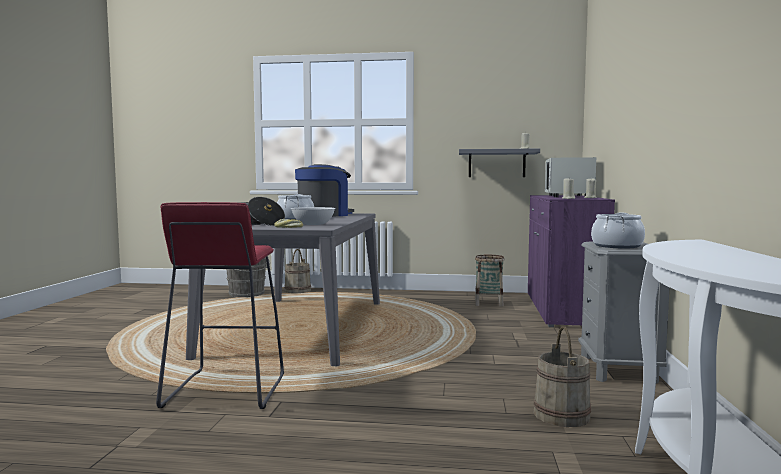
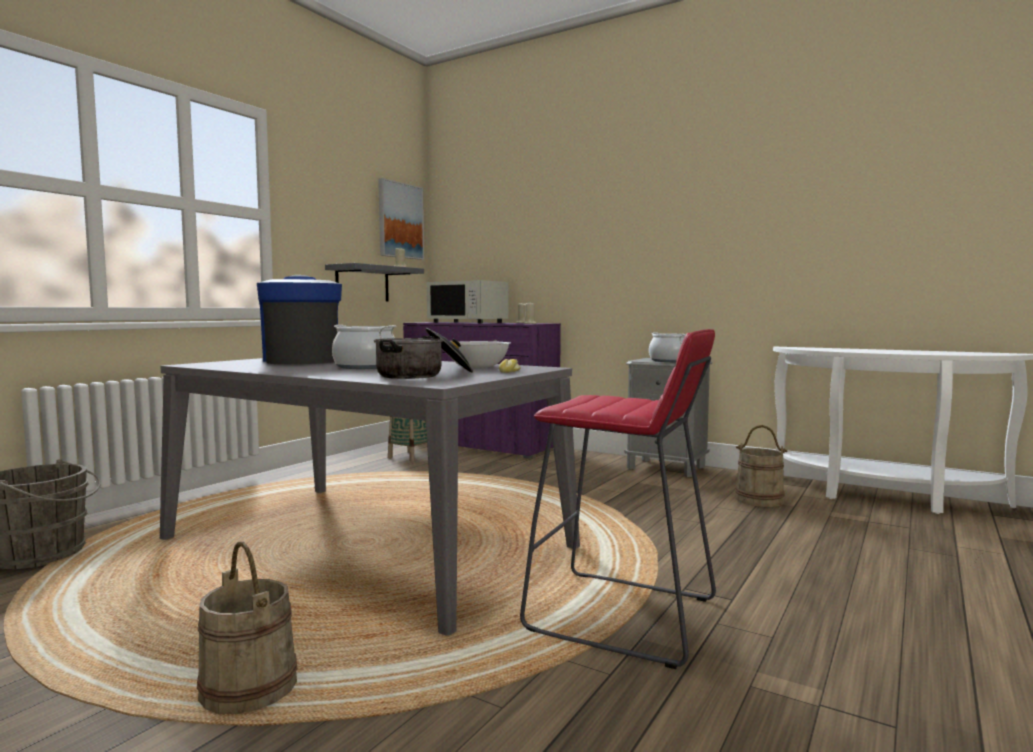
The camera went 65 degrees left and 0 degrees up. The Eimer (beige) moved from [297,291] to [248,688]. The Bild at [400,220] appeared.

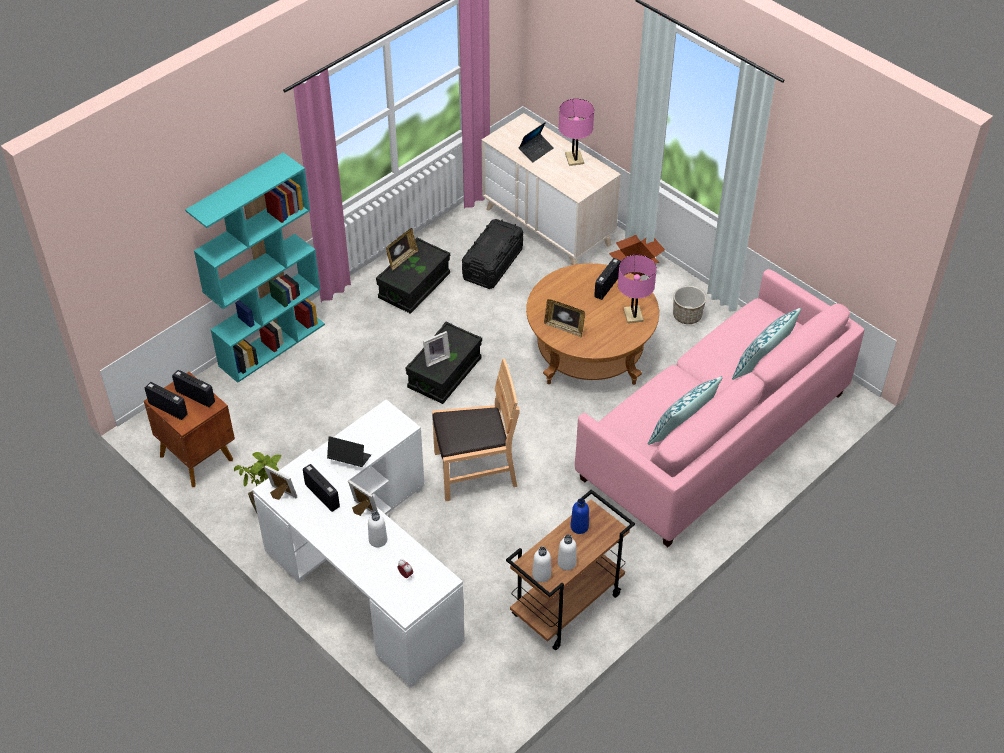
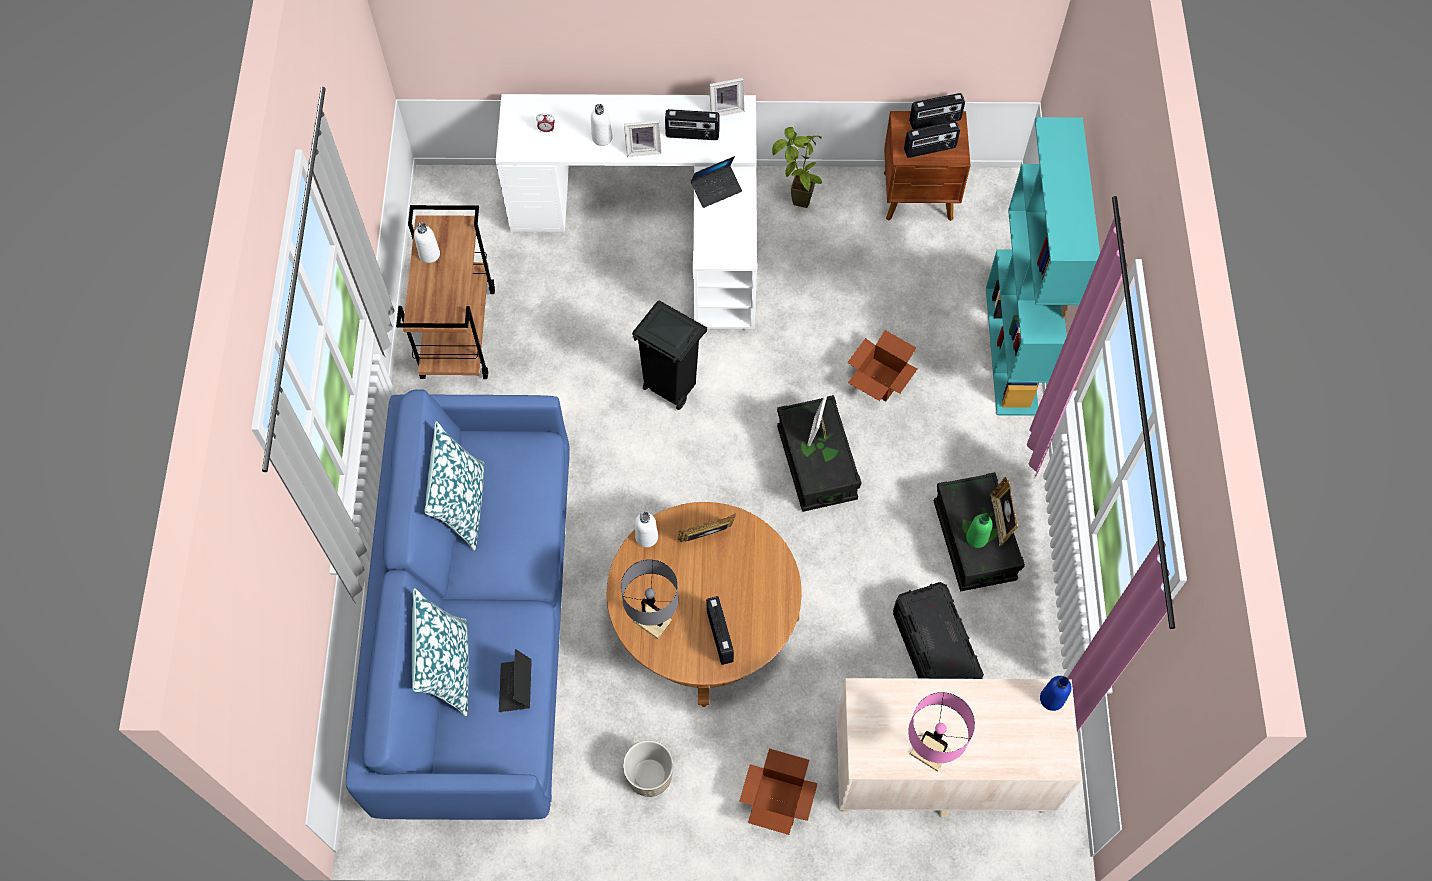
The camera went 135 degrees right and 15 degrees up. The Laptop moved from [536,151] to [516,687]. The Tischlampe (rosa) at [633,315] became the Tischlampe (grau) at [653,621]. The Sofa (rosa) at [714,436] became the Sofa (blau) at [477,627]. The Stuhl (braun) at [475,470] was replaced by the Mülleimer (schwarz) at [670,387]. The Flasche (blau) moved from [579,527] to [1052,699]. The Flasche (weiß) moved from [541,575] to [646,537]. The Karton at [878,380] appeared. The Flasche (grün) at [976,538] appeared.

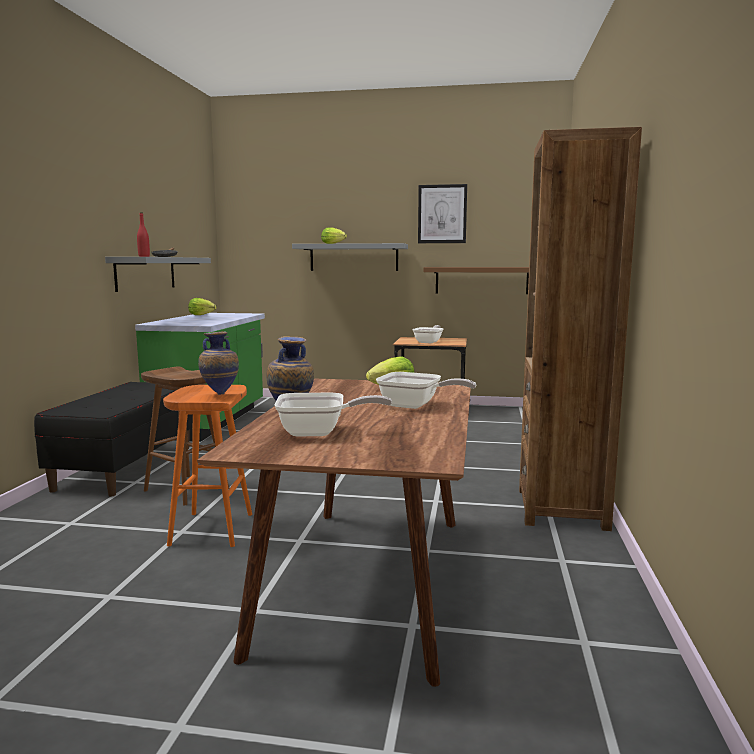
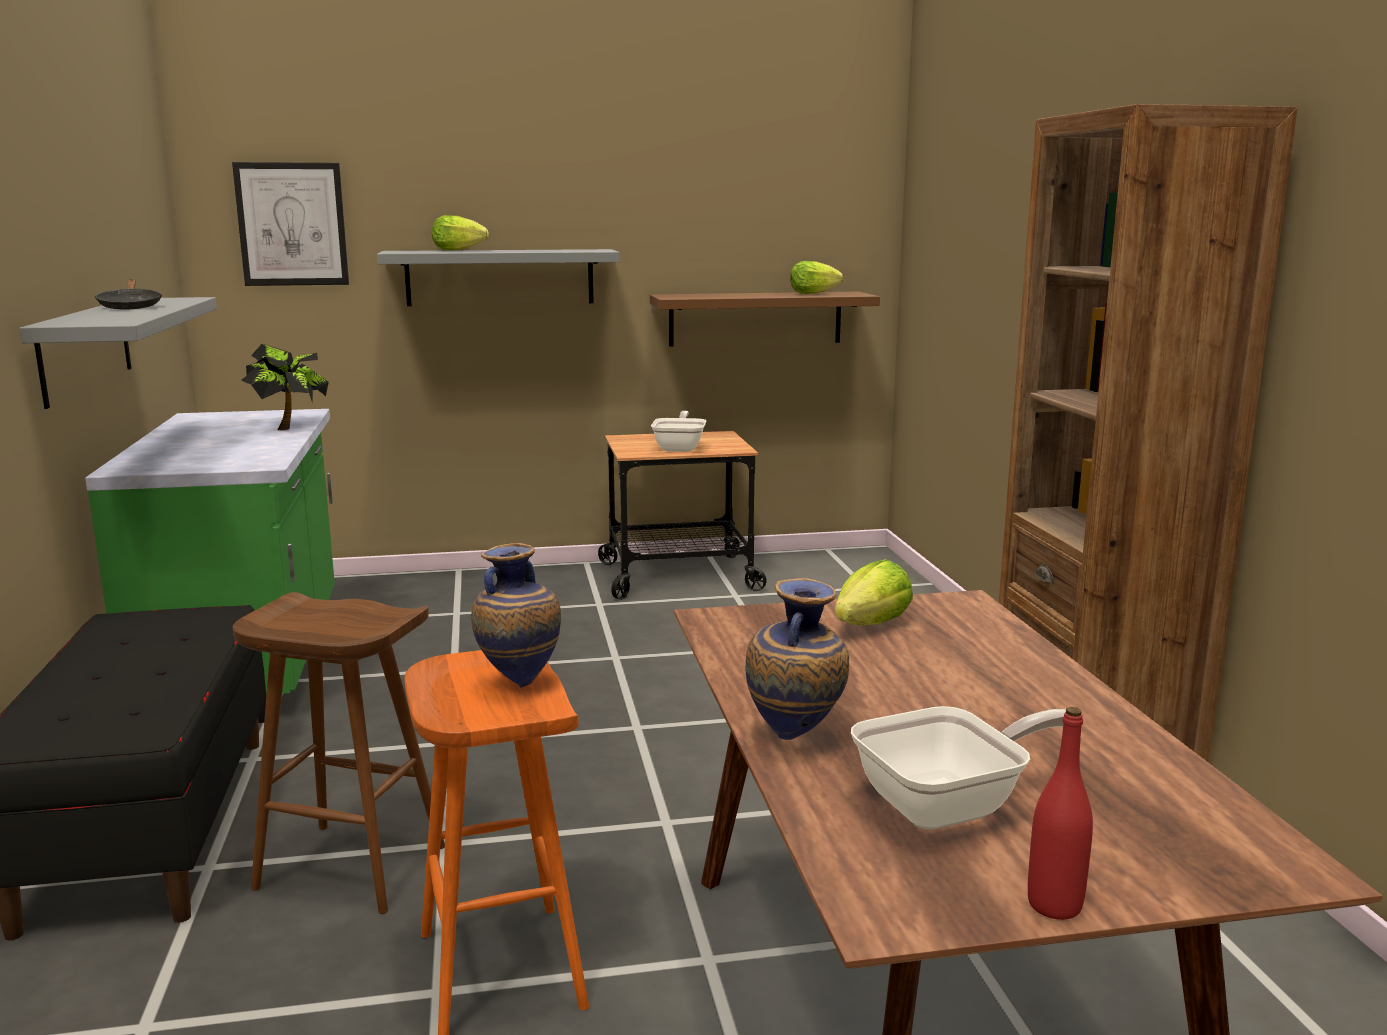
The camera went 20 degrees left and 5 degrees up. The Bild moved from [442,214] to [292,224]. The Flasche (rot) moved from [144,256] to [1054,905]. The Salatkopf moved from [201,315] to [812,293]. The Pfanne at [415,406] disappeared. The Topfpflanze at [289,427] appeared.

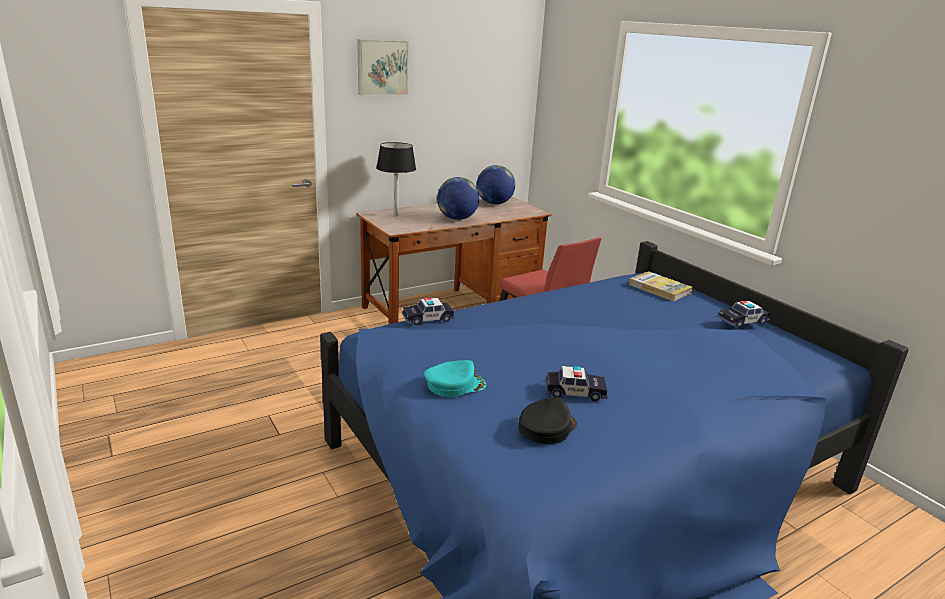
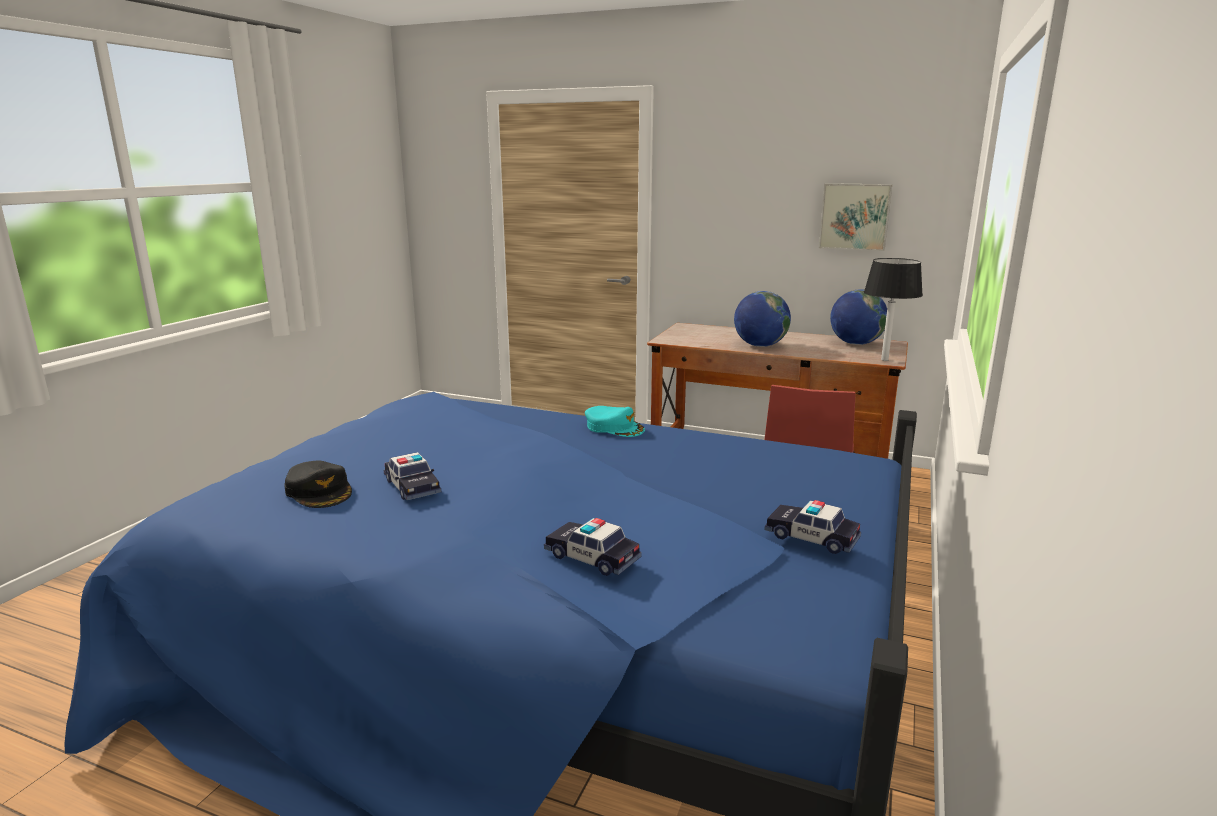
The camera went 55 degrees right and 5 degrees down. The Bild moved from [382,67] to [854,216]. The Tischlampe (schwarz) moved from [396,215] to [884,360]. The Buch at [659,289] disappeared. The Spielzeugauto moved from [428,318] to [592,557]. The Kappe (türkis) moved from [454,384] to [614,427]. The Kappe (schwarz) at [546,427] turned 45 degrees clockwise.

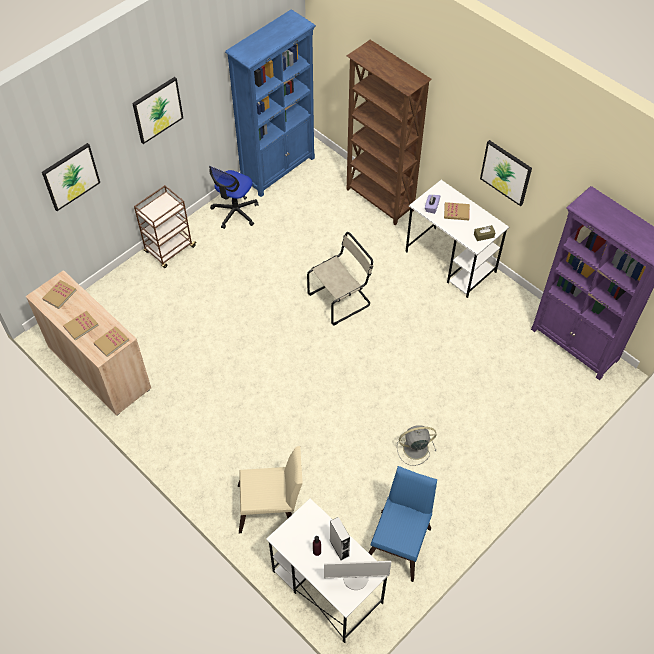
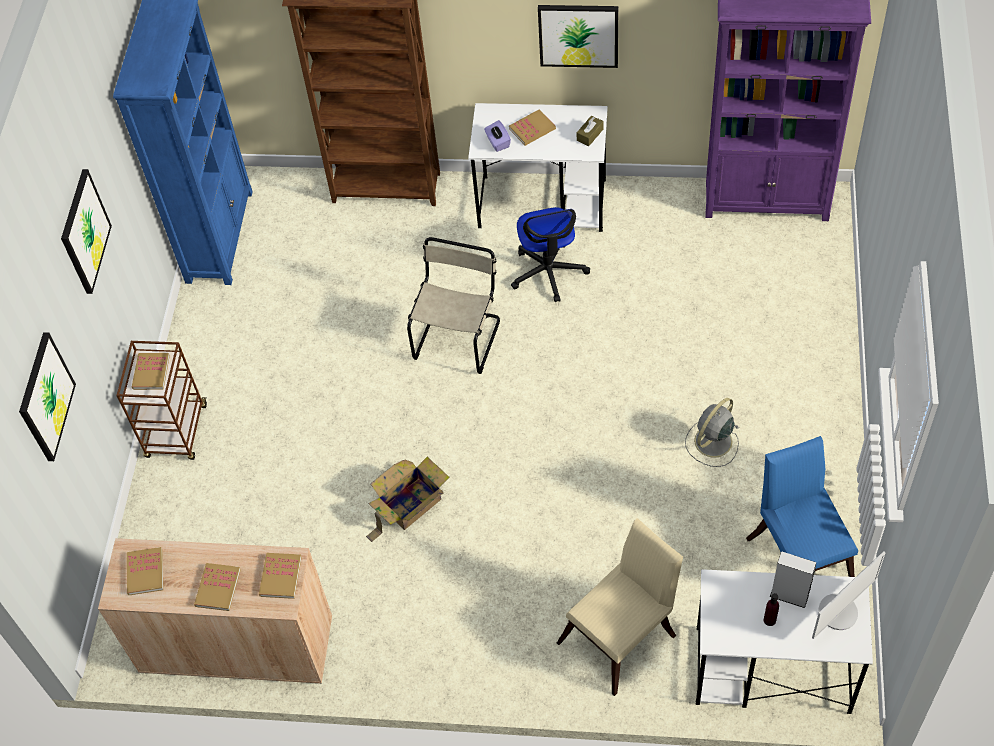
The camera went 35 degrees left and 0 degrees up. The Bürostuhl moved from [235,212] to [548,272]. The Buch at [151,372] appeared. The Karton at [409,505] appeared.

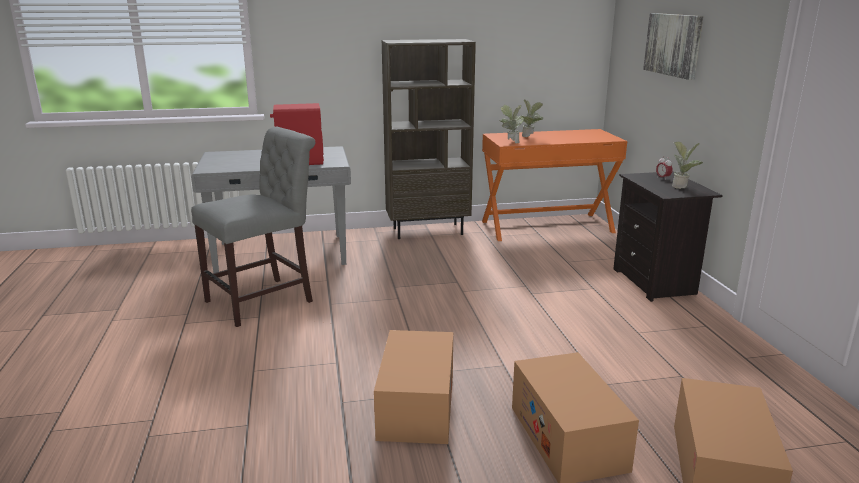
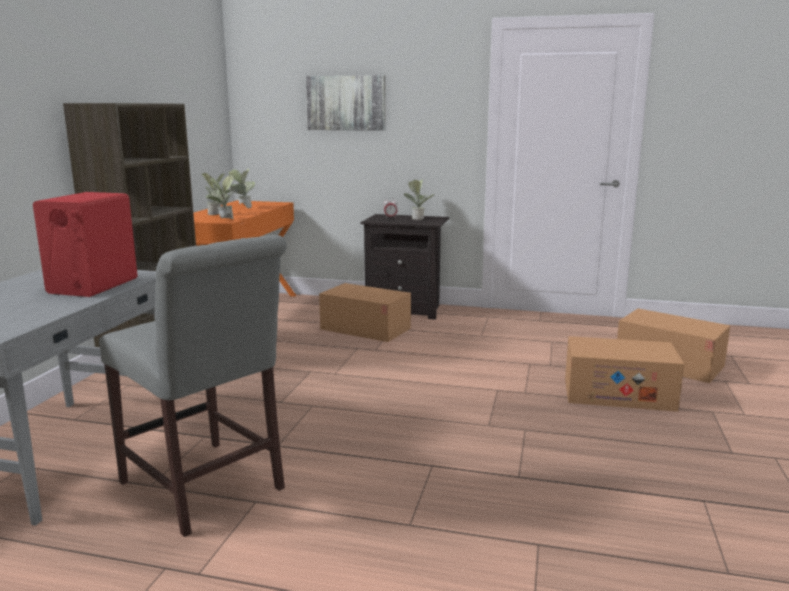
The camera went 65 degrees left and 5 degrees down. The Stuhl (grau) at [265,300] turned 150 degrees clockwise. The Karton moved from [416,406] to [365,328]. The Topfpflanze at [242,207] appeared.

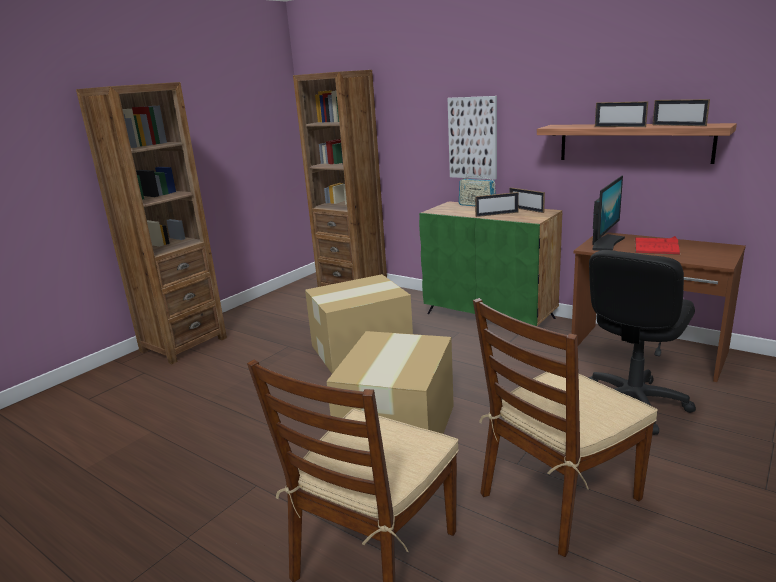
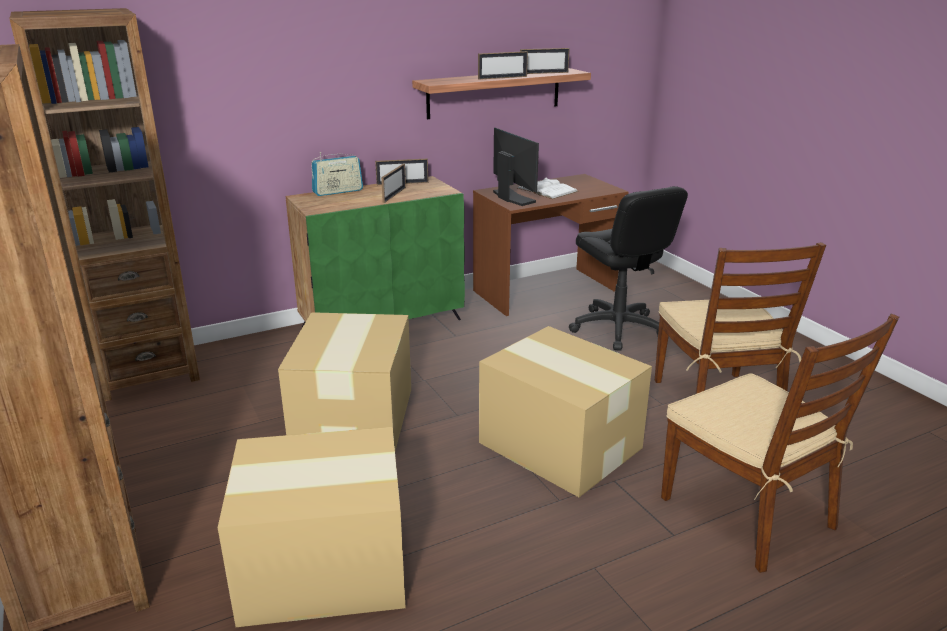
The camera went 65 degrees left and 5 degrees up. The Bild at [473,138] disappeared. The Buch (rot) at [656,246] became the Buch (weiß) at [547,190]. The Karton at [321,566] appeared.

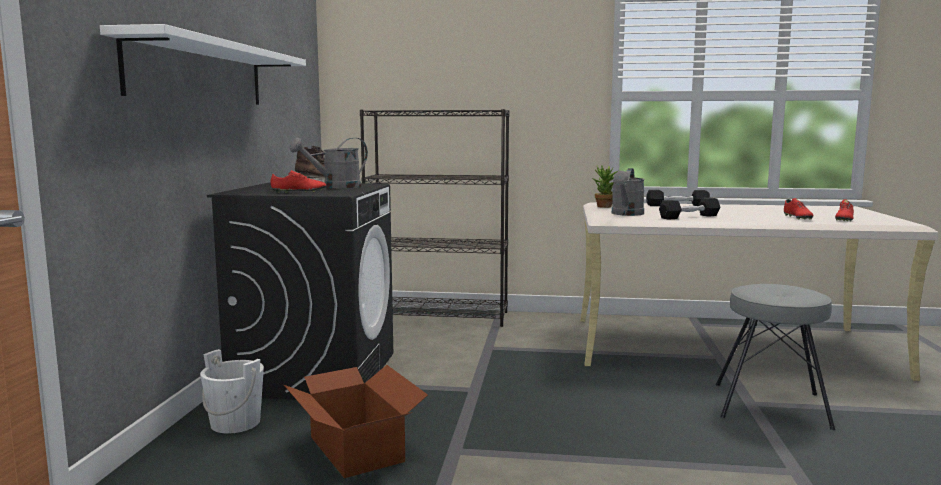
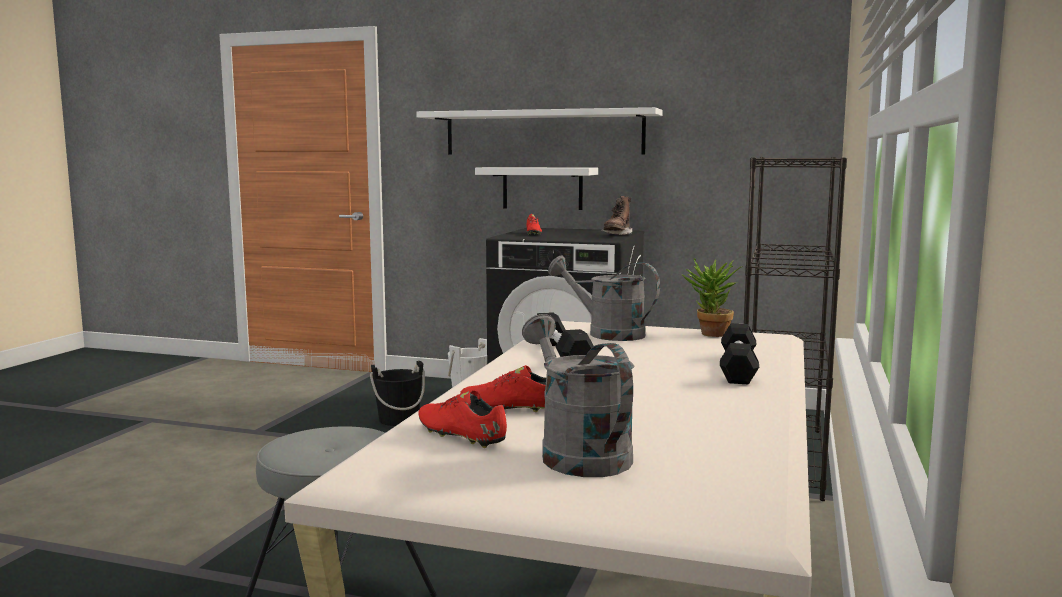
The camera went 100 degrees right and 0 degrees up. The Gießkanne (grau) moved from [335,187] to [577,453]. The Karton at [355,450] was replaced by the Eimer (schwarz) at [398,419]. The Wandregal (weiß) at [542,188] appeared.

